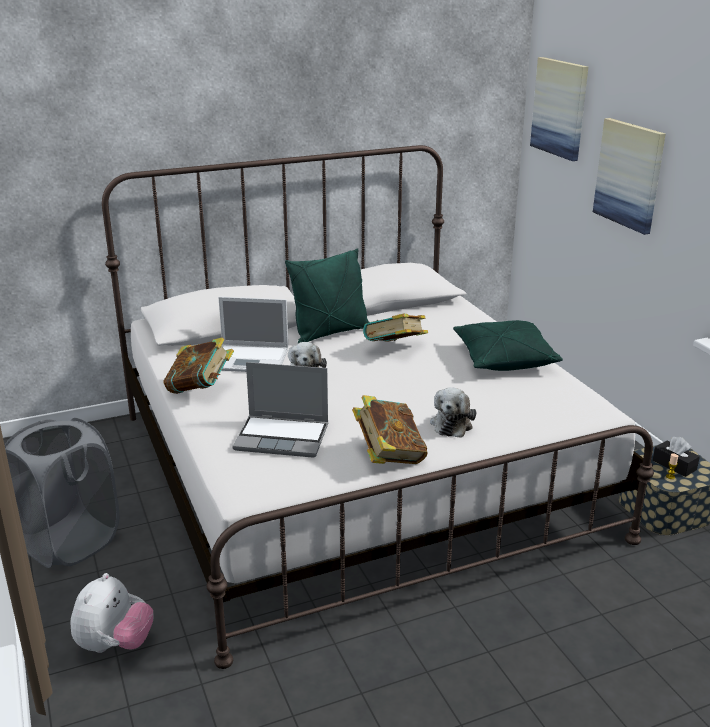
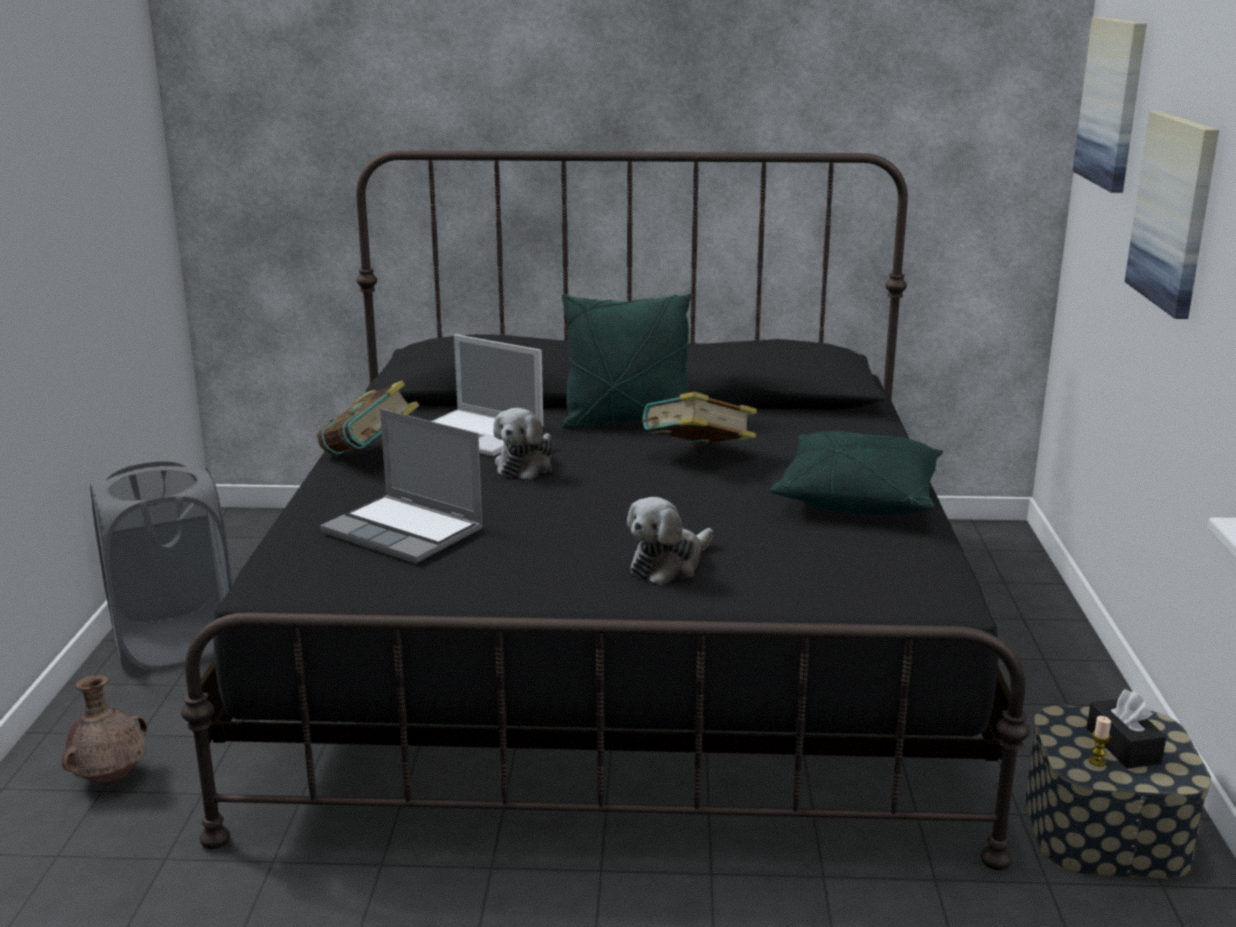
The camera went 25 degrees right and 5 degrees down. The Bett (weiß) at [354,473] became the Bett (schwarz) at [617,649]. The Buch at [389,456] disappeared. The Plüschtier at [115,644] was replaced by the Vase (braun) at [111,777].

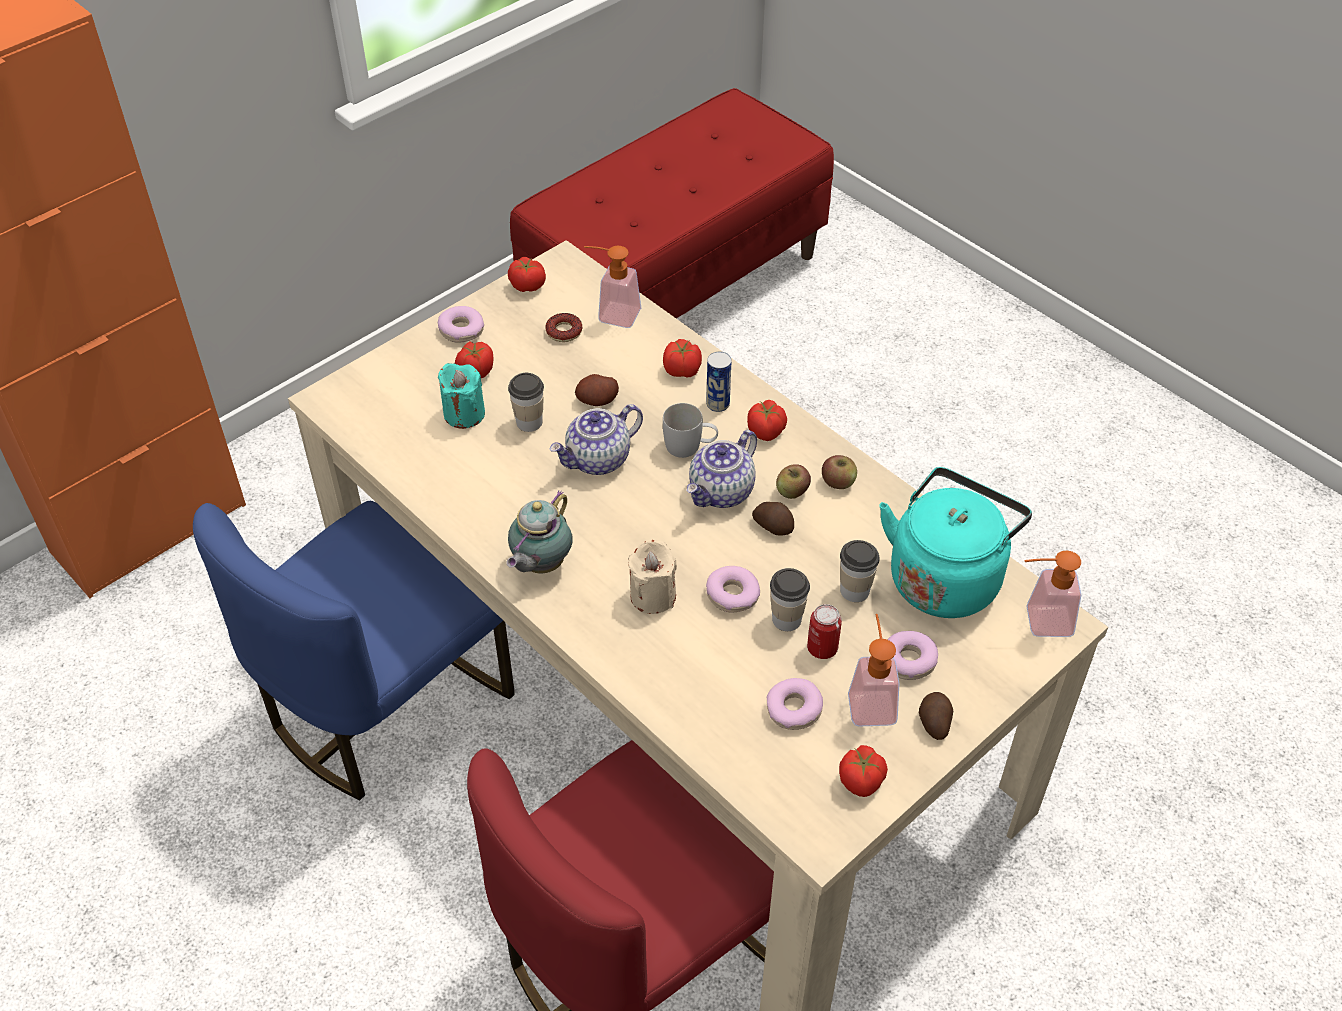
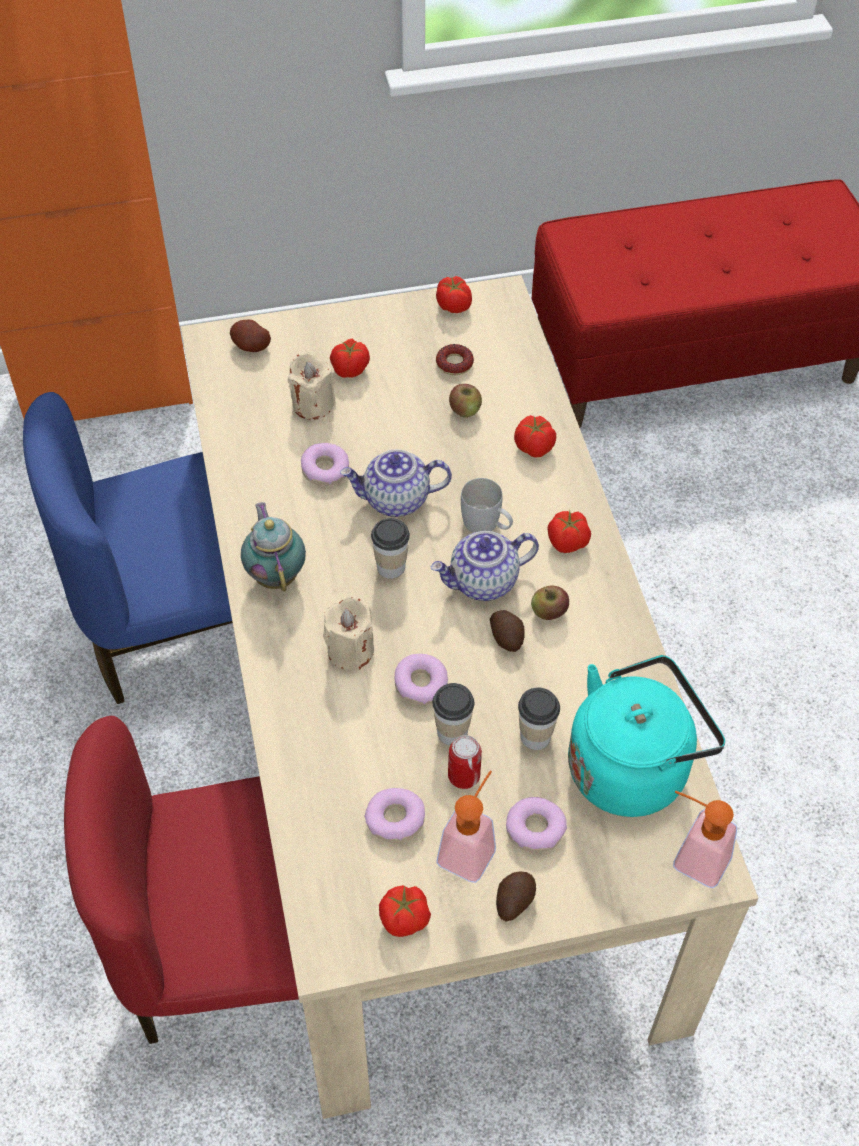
The camera went 30 degrees right and 5 degrees up. The Seifenspender at [612,314] disappeared. The Donut moved from [461,330] to [325,470]. The Dose at [718,404] disappeared. The Kerze (türkis) at [464,414] became the Kerze (beige) at [312,404]. The Tasse moved from [529,422] to [391,567]. The Kartoffel moved from [597,400] to [251,346]. The Apfel moved from [838,482] to [465,410]. The Teekanne at [540,565] turned 105 degrees clockwise.

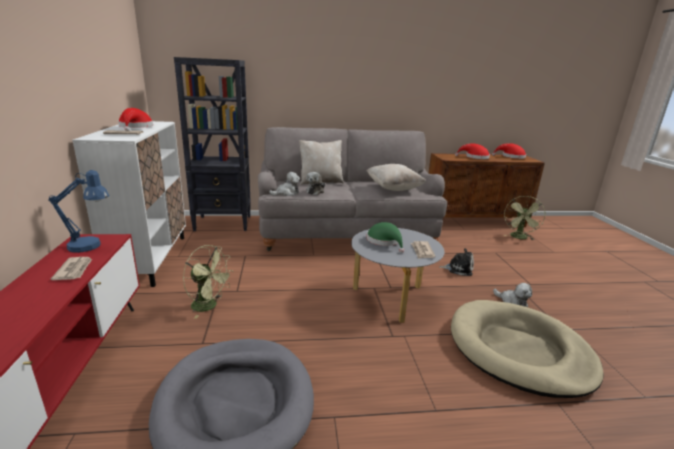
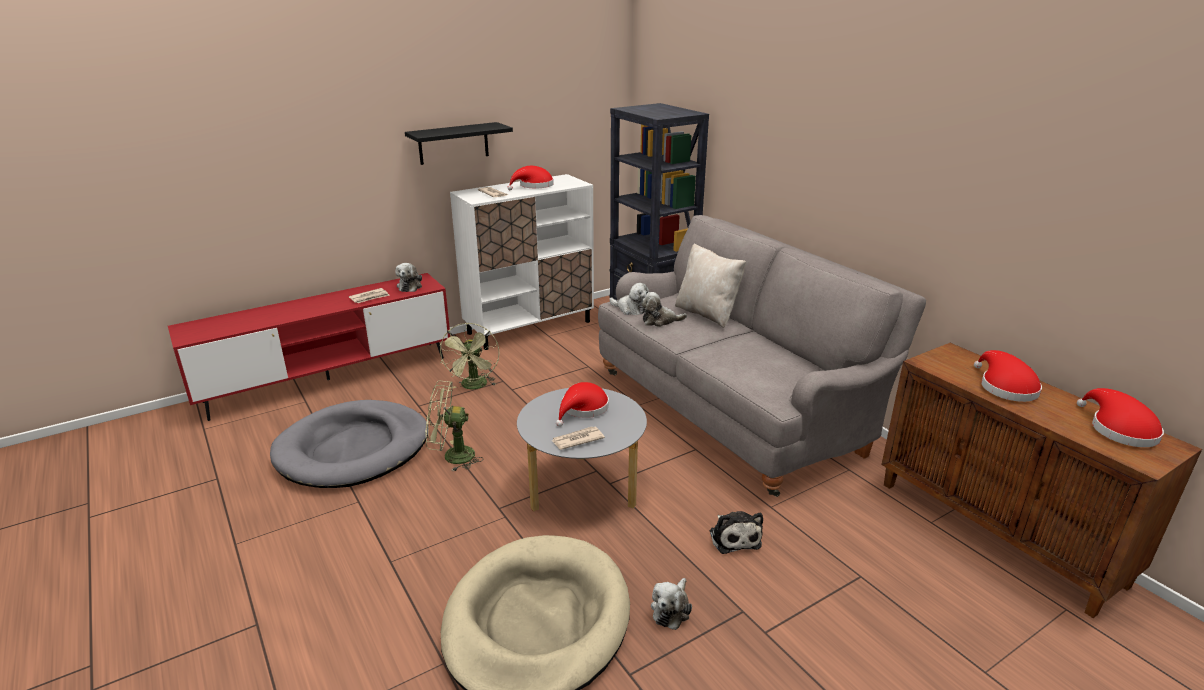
The camera went 65 degrees right and 5 degrees up. The Kissen (beige) at [393,189] disappeared. The Tischlampe (blau) at [91,246] was replaced by the Plüschtier at [410,286]. The Ventilator (grün) moved from [519,238] to [452,457]. The Hut (grün) at [385,241] became the Hut (rot) at [583,409]. The Wandregal (schwarz) at [453,143] appeared.

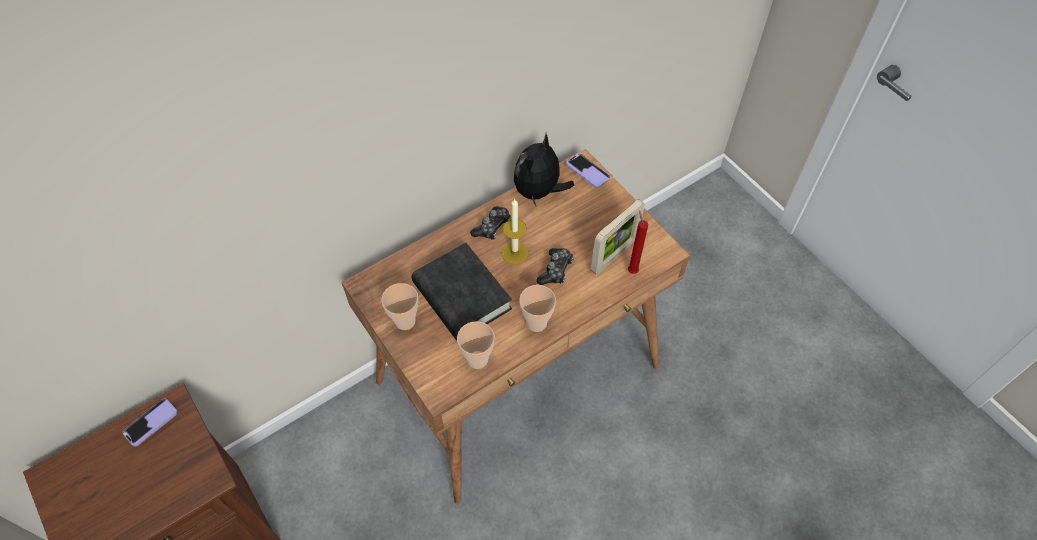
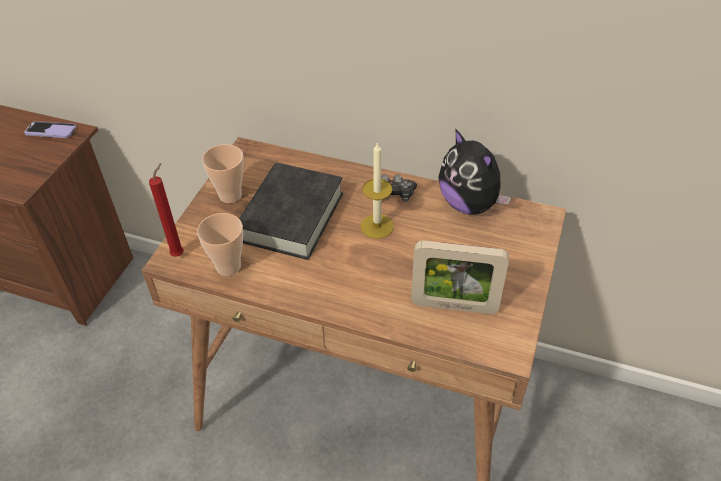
The camera went 55 degrees right and 10 degrees down. The Plüschtier at [539,192] turned 120 degrees counterclockwise. The Handy at [587,171] disappeared. The Kerze (rot) moved from [632,270] to [179,254]. The Gamepad at [555,270] disappeared. The Tasse at [536,323] disappeared.

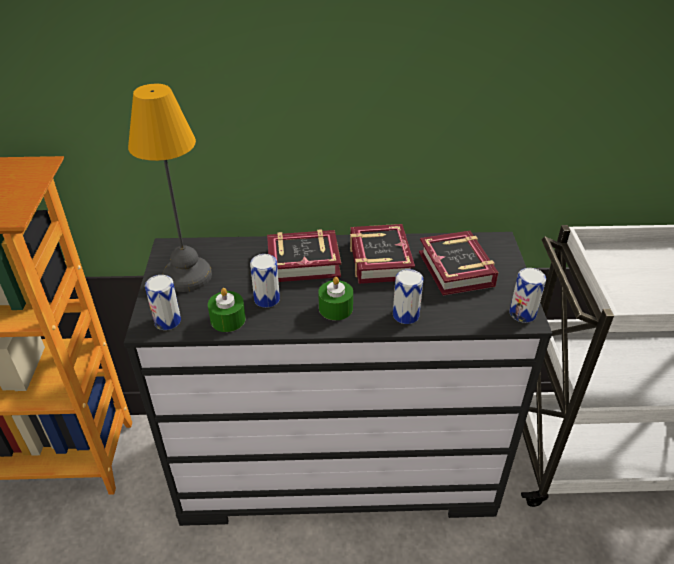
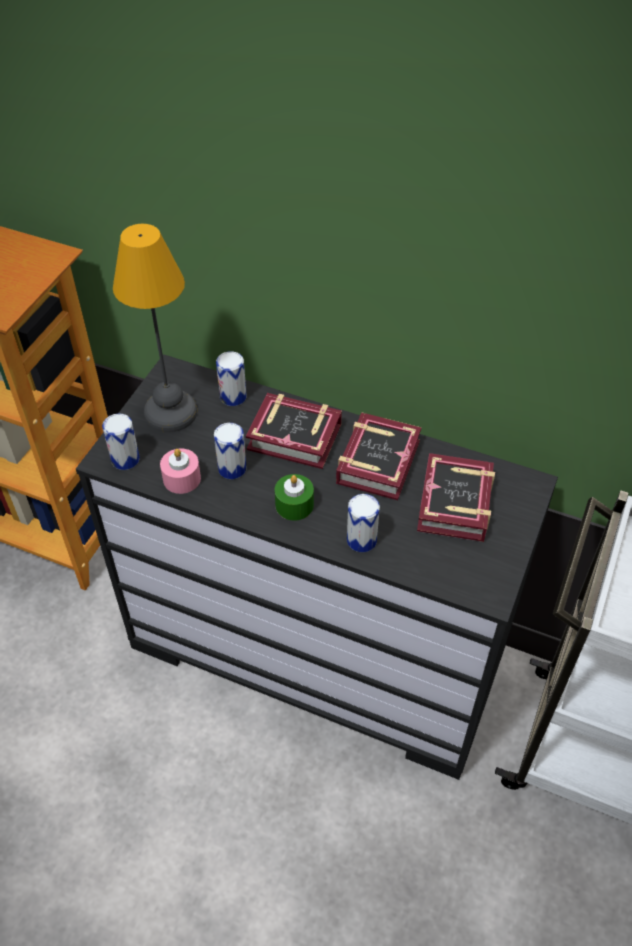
The camera went 25 degrees right and 10 degrees up. The Dose moved from [522,313] to [233,396]. The Kerze (grün) at [228,319] became the Kerze (rosa) at [182,479].

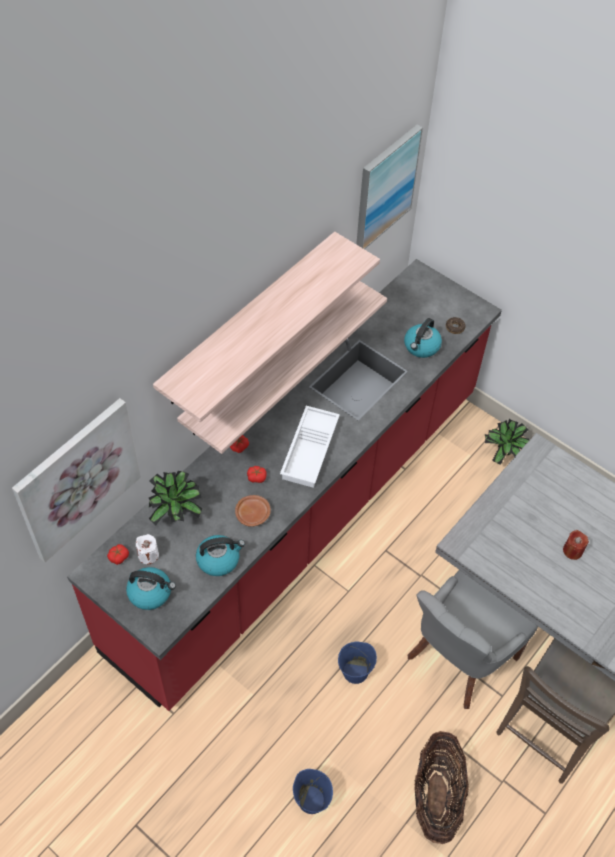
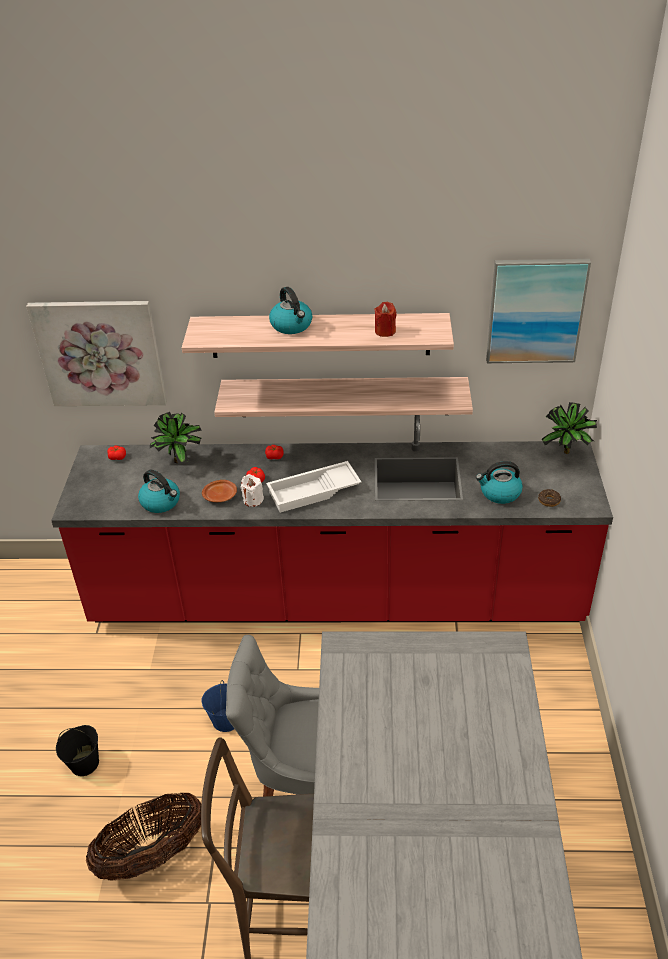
The camera went 55 degrees right and 15 degrees down. The Topfpflanze moved from [503,456] to [565,454]. The Kerze (rot) moved from [572,551] to [385,331]. The Kerze (weiß) moved from [148,555] to [253,500]. The Wasserkessel moved from [151,592] to [292,326]. The Eimer (blau) at [311,799] became the Eimer (schwarz) at [84,763].

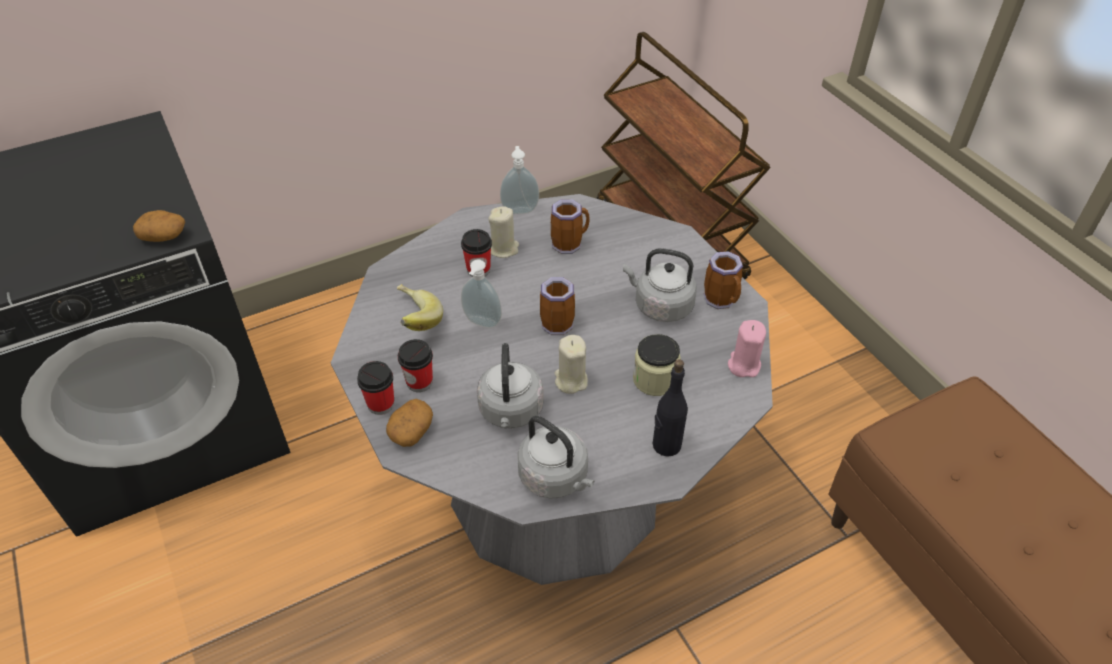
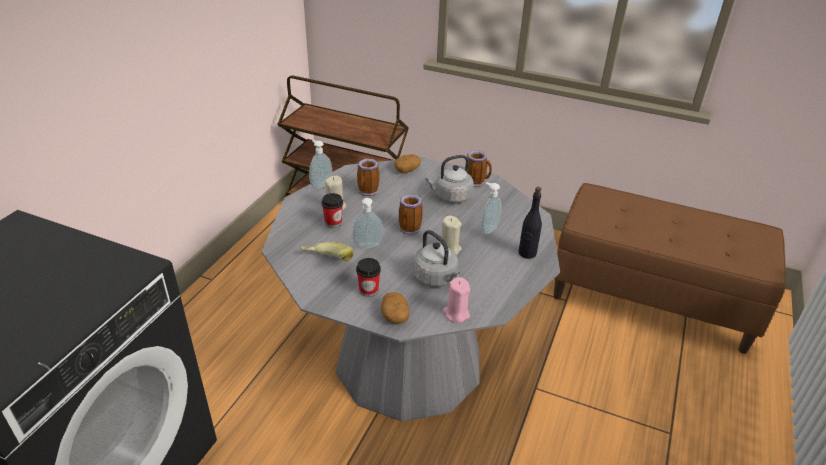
The camera went 40 degrees left and 10 degrees down. The Kartoffel moved from [164,236] to [407,169]. The Kerze (rosa) moved from [743,365] to [456,314]. The Vorratsglas at [655,380] was replaced by the Seifenspender at [488,229]. The Tasse at [381,404] disappeared. The Wasserkessel (grau) at [556,478] disappeared.

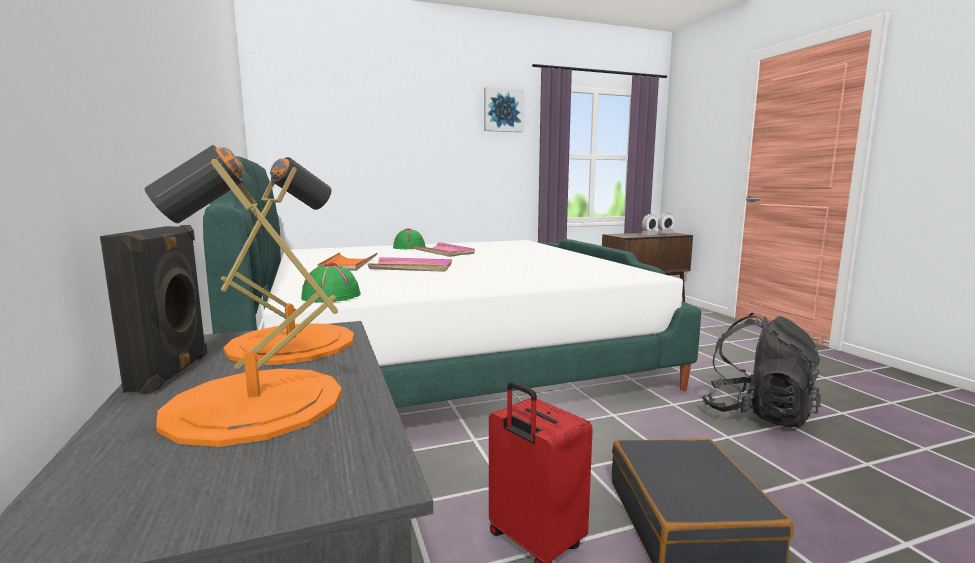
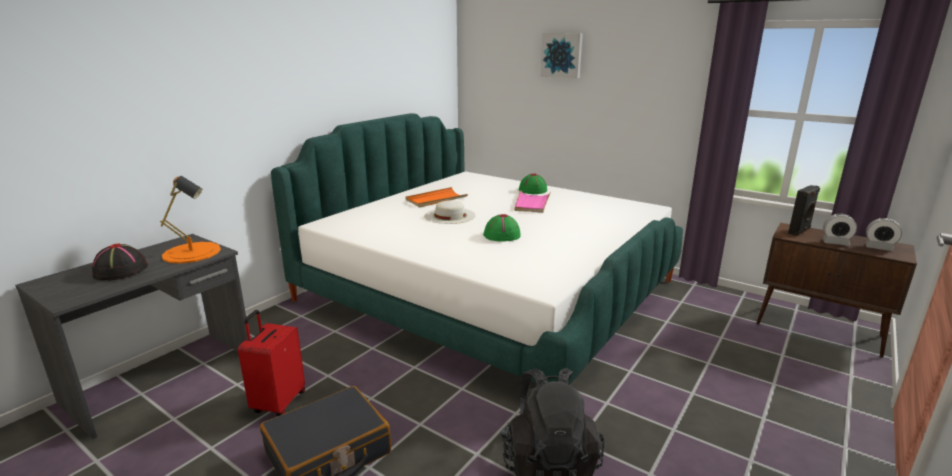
The camera went 55 degrees right and 10 degrees up. The Bild moved from [503,110] to [562,55]. The Tischlampe (orange) at [254,404] was replaced by the Hut (schwarz) at [120,271]. The Lautsprecher (schwarz) moved from [172,372] to [800,231]. The Tablett (rosa) at [412,268] was replaced by the Hut (weiß) at [450,215]. The Hut (grün) moved from [331,297] to [501,235].

